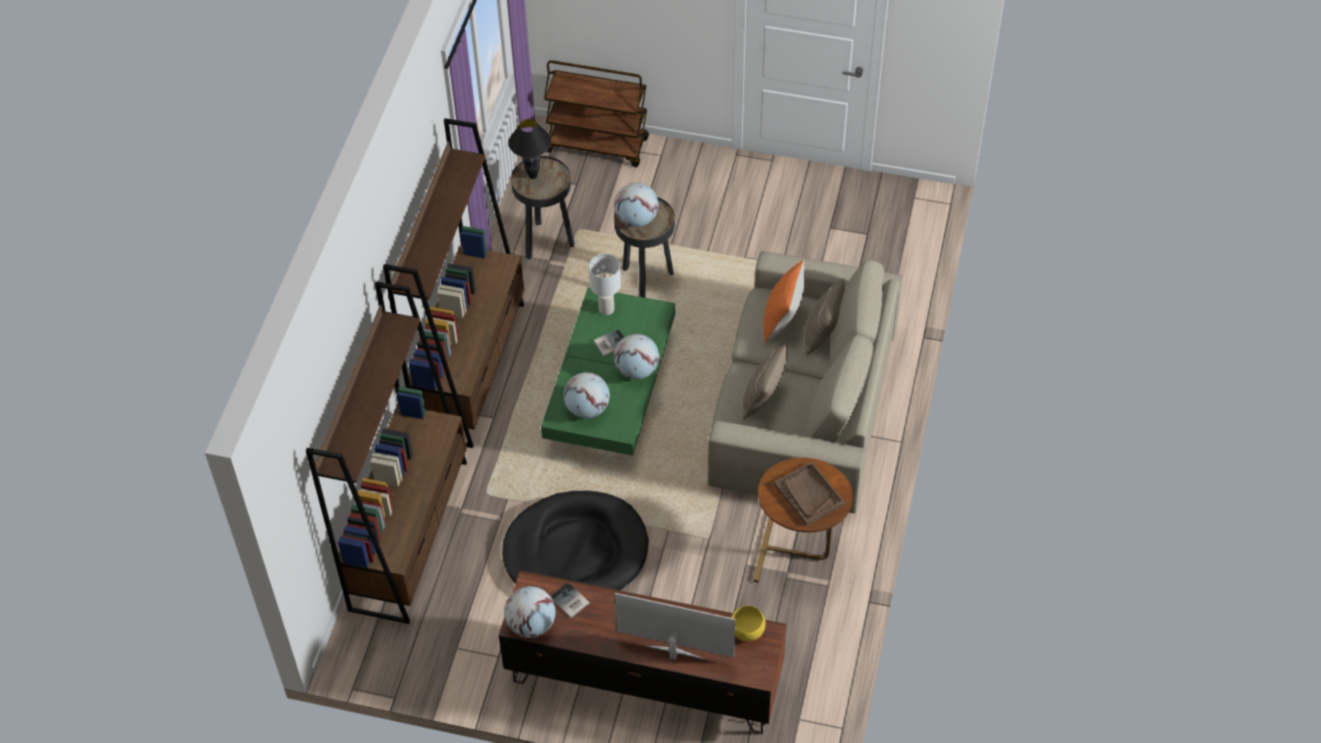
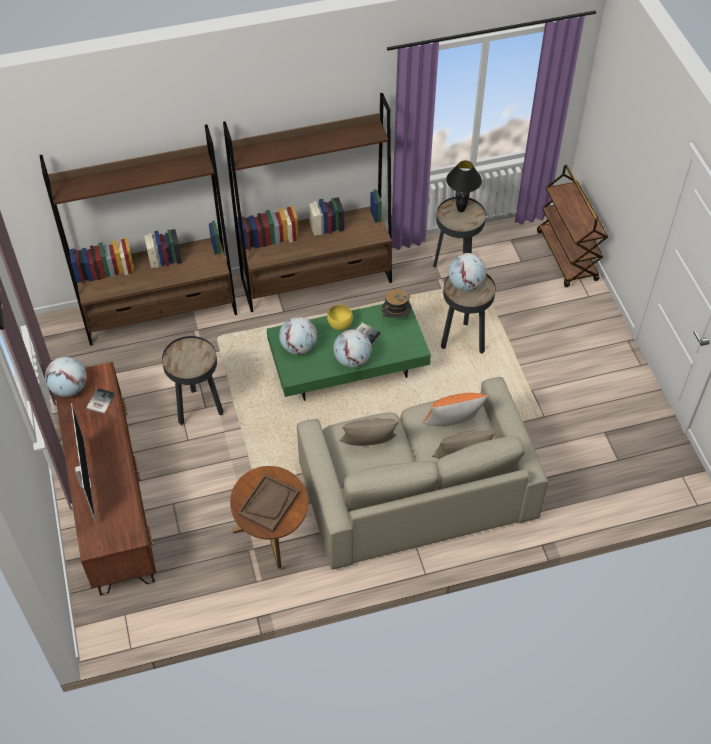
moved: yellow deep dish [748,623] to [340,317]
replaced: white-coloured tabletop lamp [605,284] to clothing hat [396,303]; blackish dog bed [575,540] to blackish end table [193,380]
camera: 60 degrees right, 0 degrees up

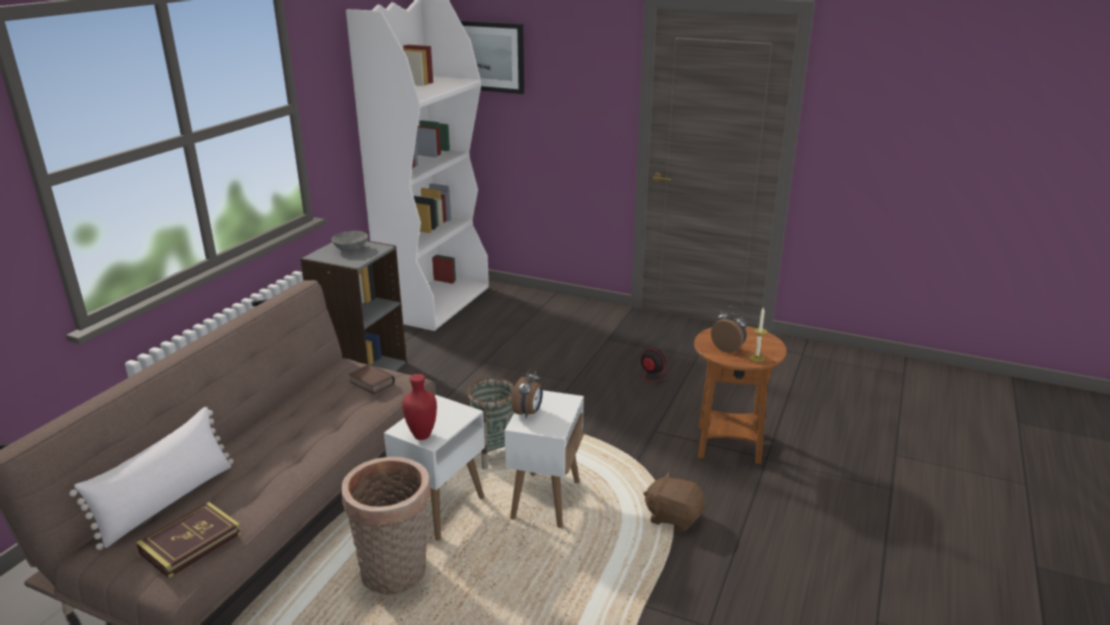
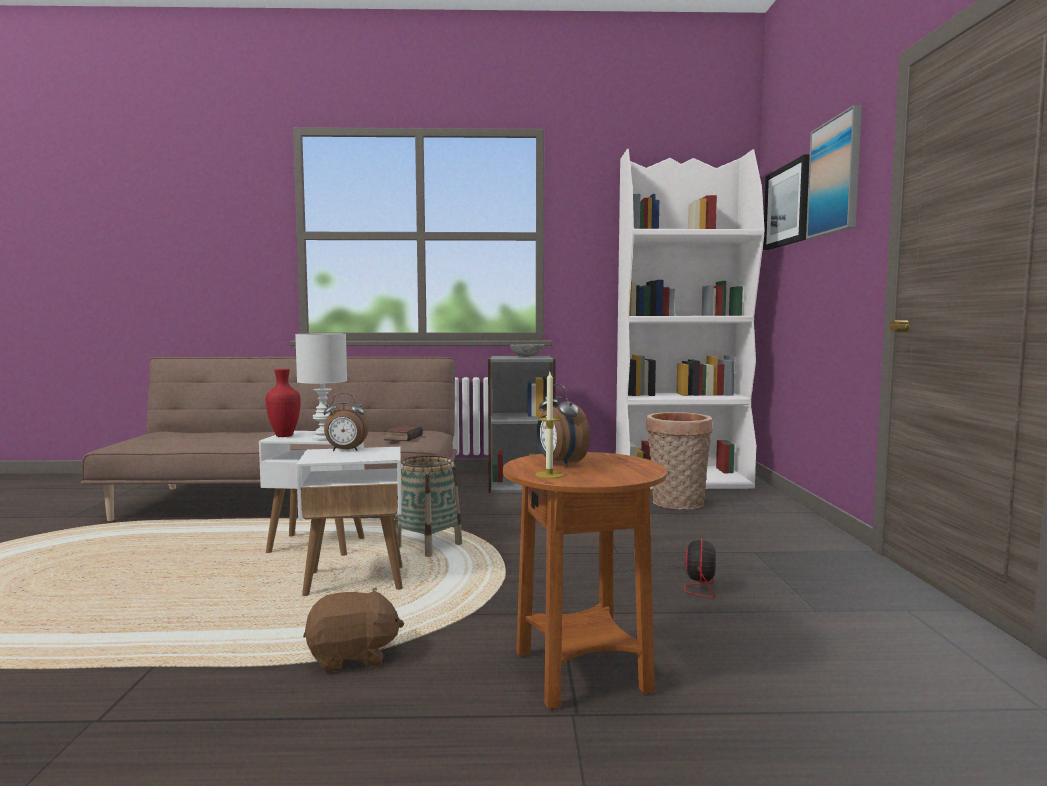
removed: white-coloured pillow [151,478]; book [189,540]
added: wall art [834,172]; white-coloured tabletop lamp [321,387]
moved: household basket [386,526] to [679,461]
turned: table clock [729,329] = [563,425] 135 degrees clockwise; brownish soft toy [674,502] = [353,630] 75 degrees clockwise
camera: 65 degrees right, 20 degrees down

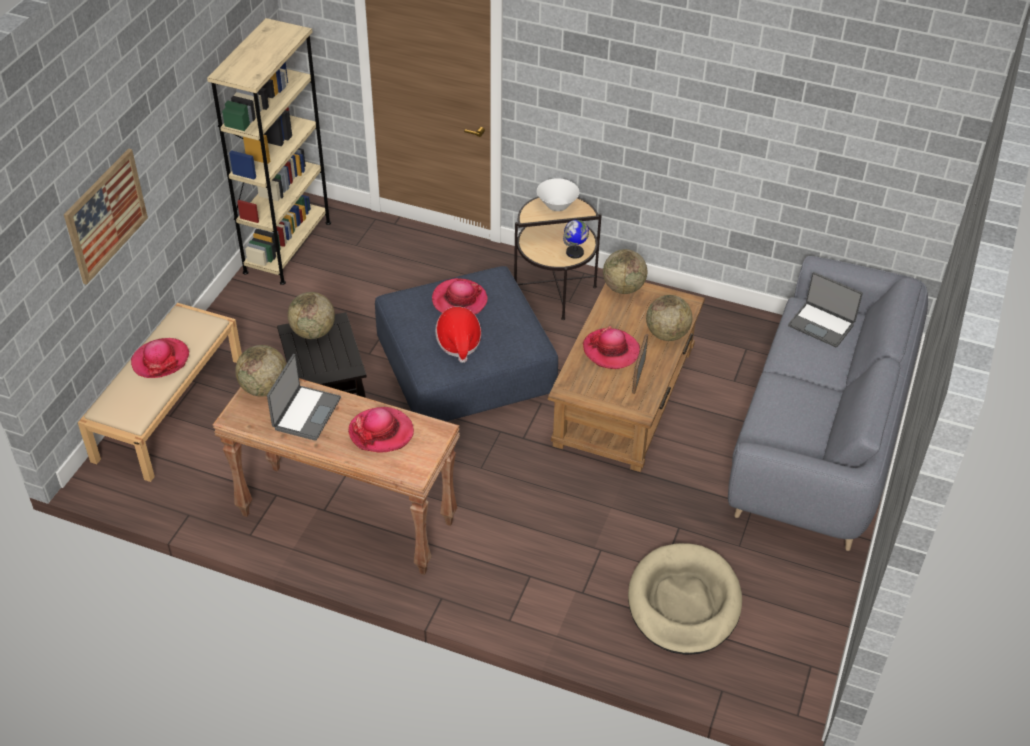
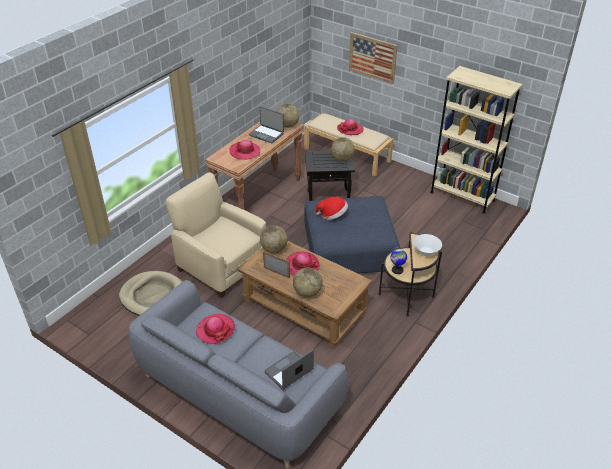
added: sand-coloured armchair [215,235]
moved: world globe [625,271] to [274,239]; clothing hat [460,296] to [215,329]
camera: 105 degrees right, 5 degrees down

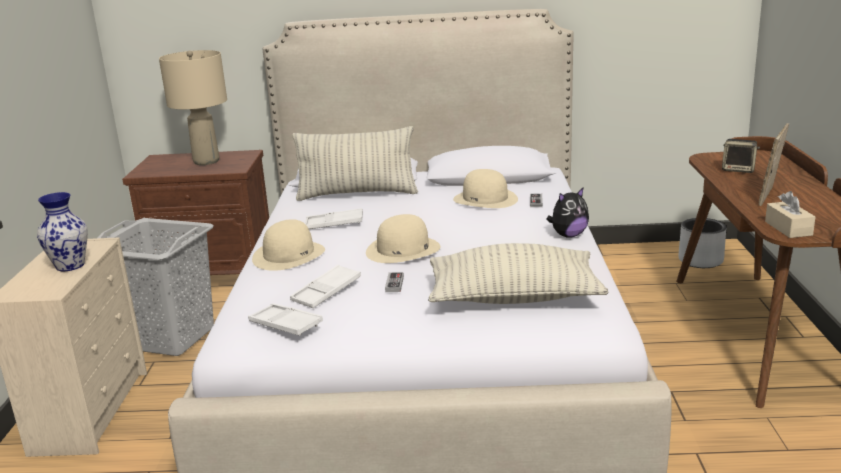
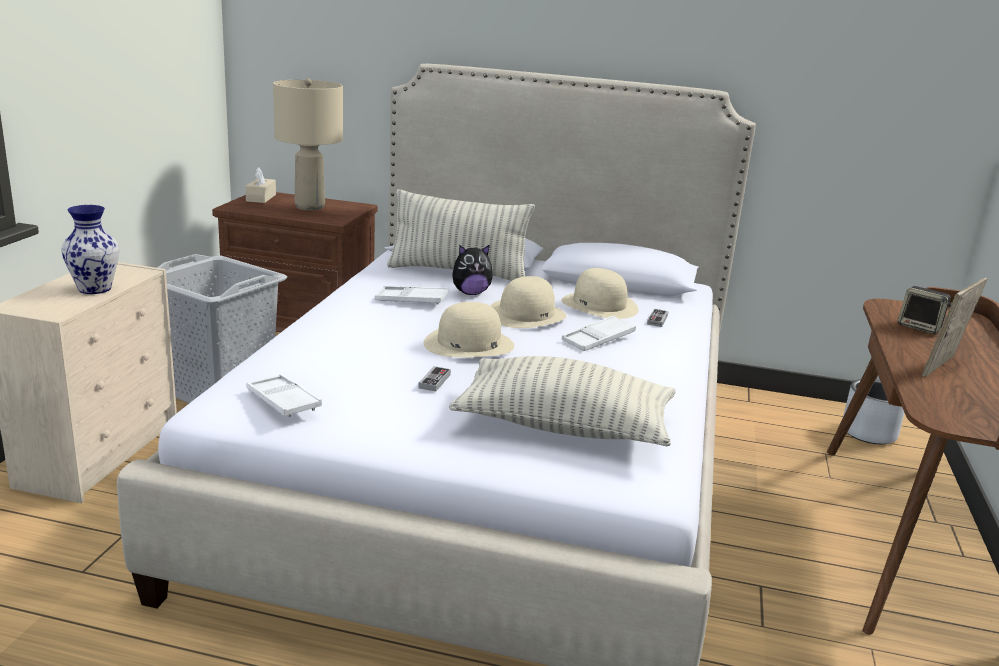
moved: soft toy [567,213] to [472,269]; sand-coloured tissue holder [790,214] to [260,185]; sand-coloured clothing hat [288,245] to [528,302]; white-coloured serving tray [325,286] to [599,333]
camera: 10 degrees right, 0 degrees up

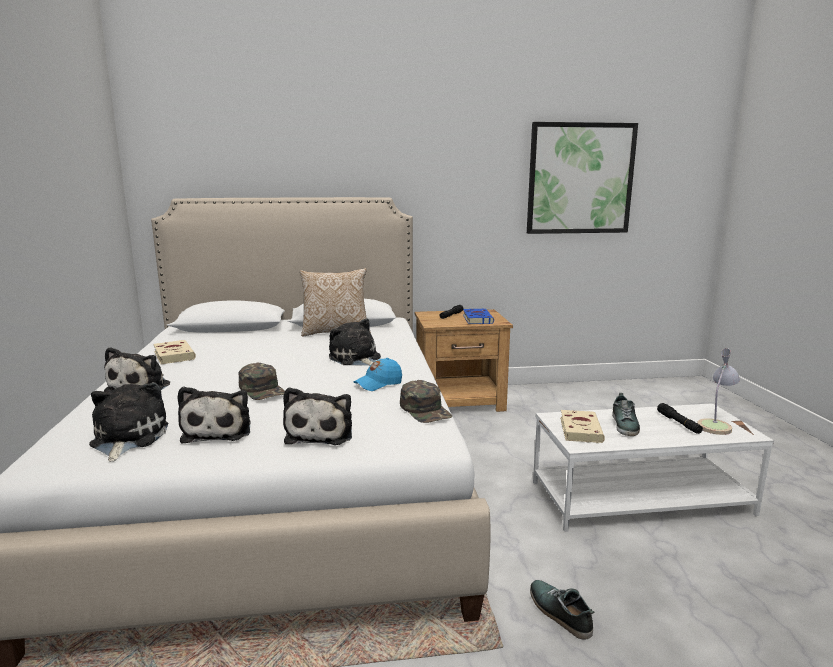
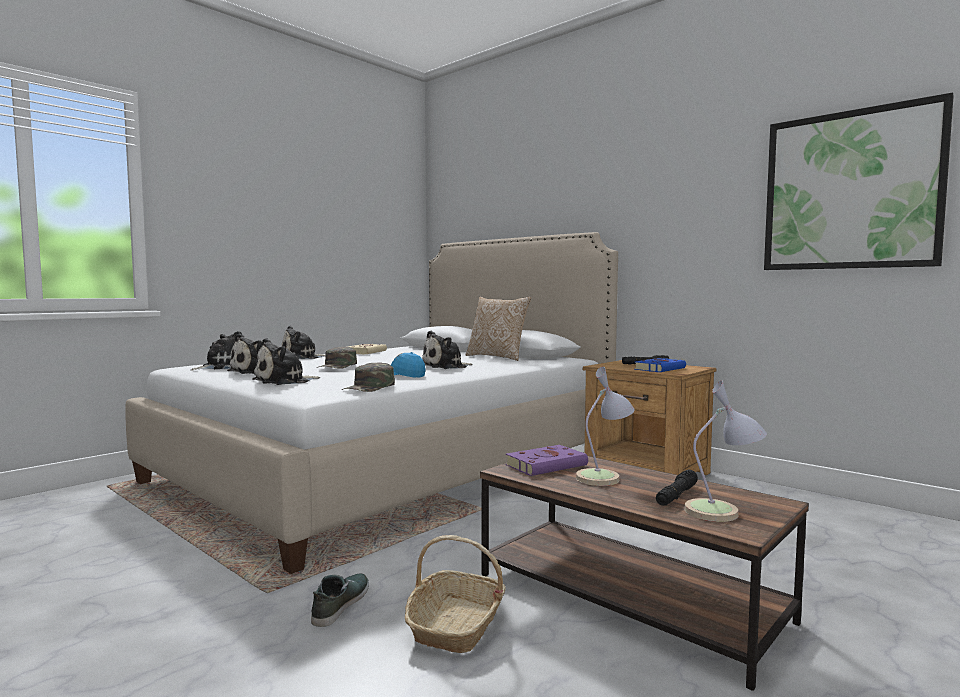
added: household basket [455,594]
replaced: shoe [626,414] to tabletop lamp [605,426]
recoloured: white-coloured lounge table [653,467] to brownish lounge table [644,573]; sand-coloured book [582,426] to purple book [547,460]
turned: soft toy [355,342] = [447,350] 135 degrees counterclockwise
camera: 50 degrees right, 10 degrees down

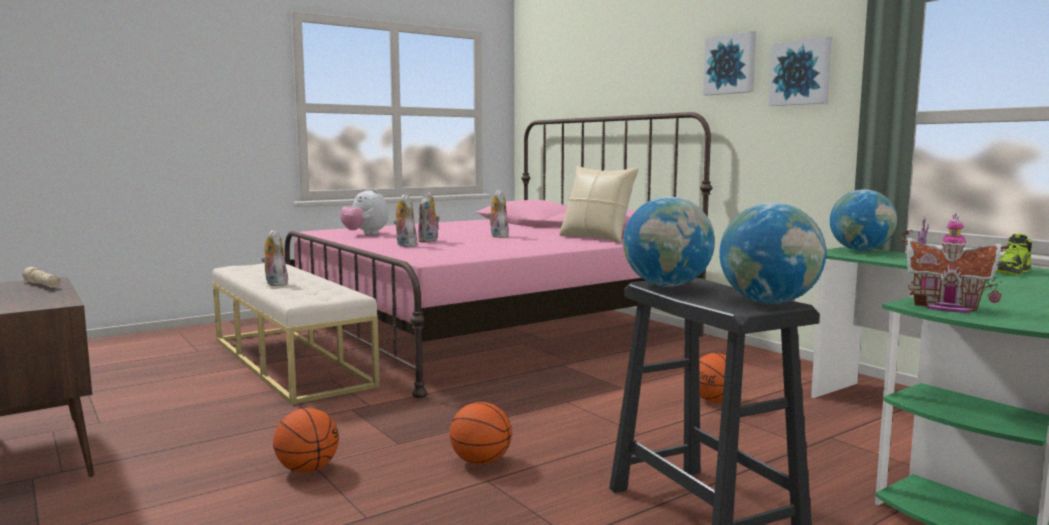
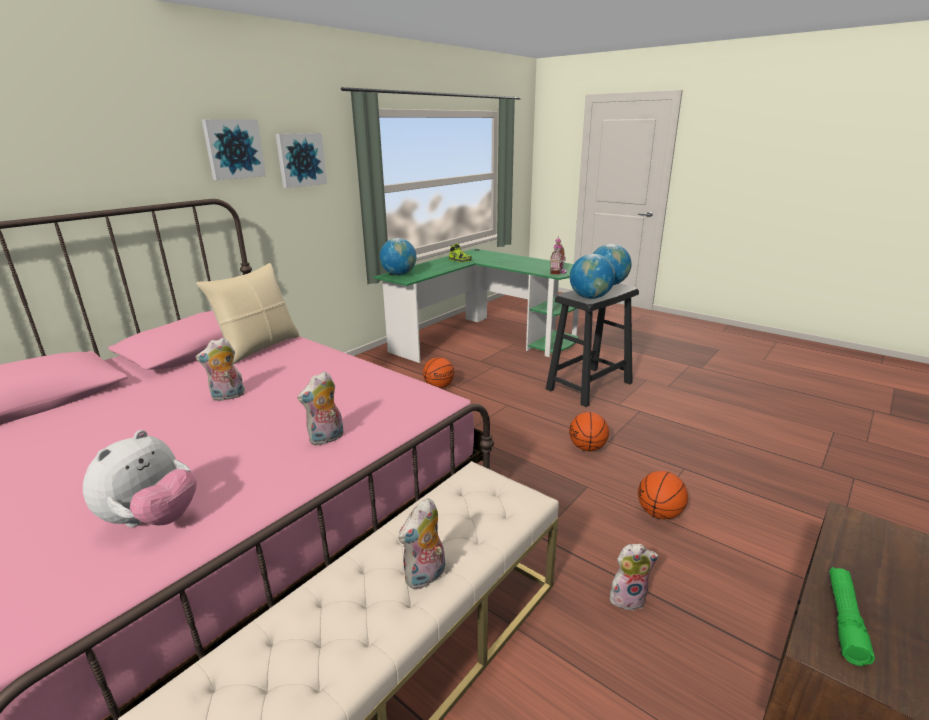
moved: soft toy [429,217] to [634,577]
recoloured: sand-coloured hand torch [41,277] to green-coloured hand torch [852,616]
camera: 105 degrees left, 15 degrees up

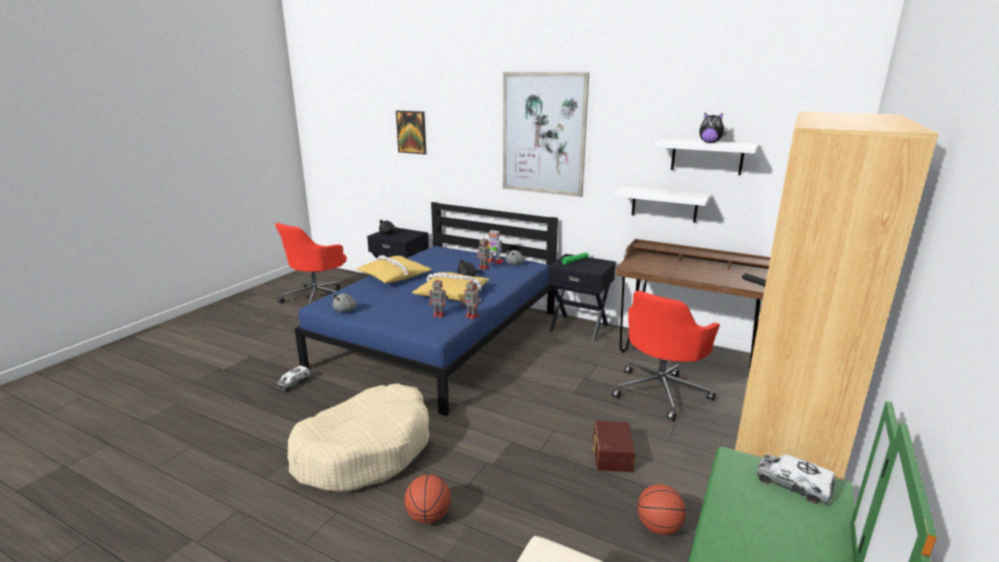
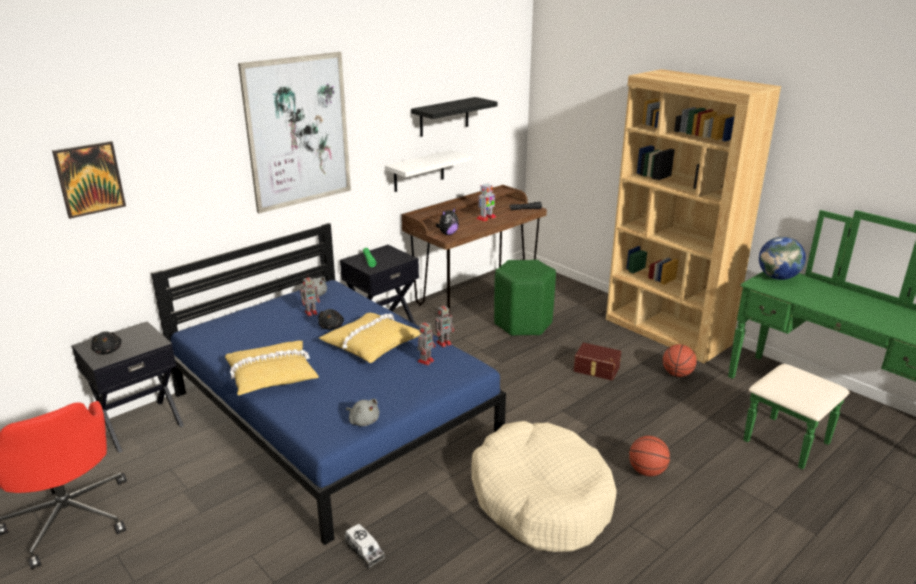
moved: soft toy [713,128] to [447,221]; model robot [495,246] to [486,202]
replaced: red-coloured computer chair [666,356] to green-coloured stool seat [525,298]; toy truck [796,479] to world globe [782,258]
recoloured: white-coloured shelf [706,157] to blackish shelf [454,117]
camera: 70 degrees left, 5 degrees up

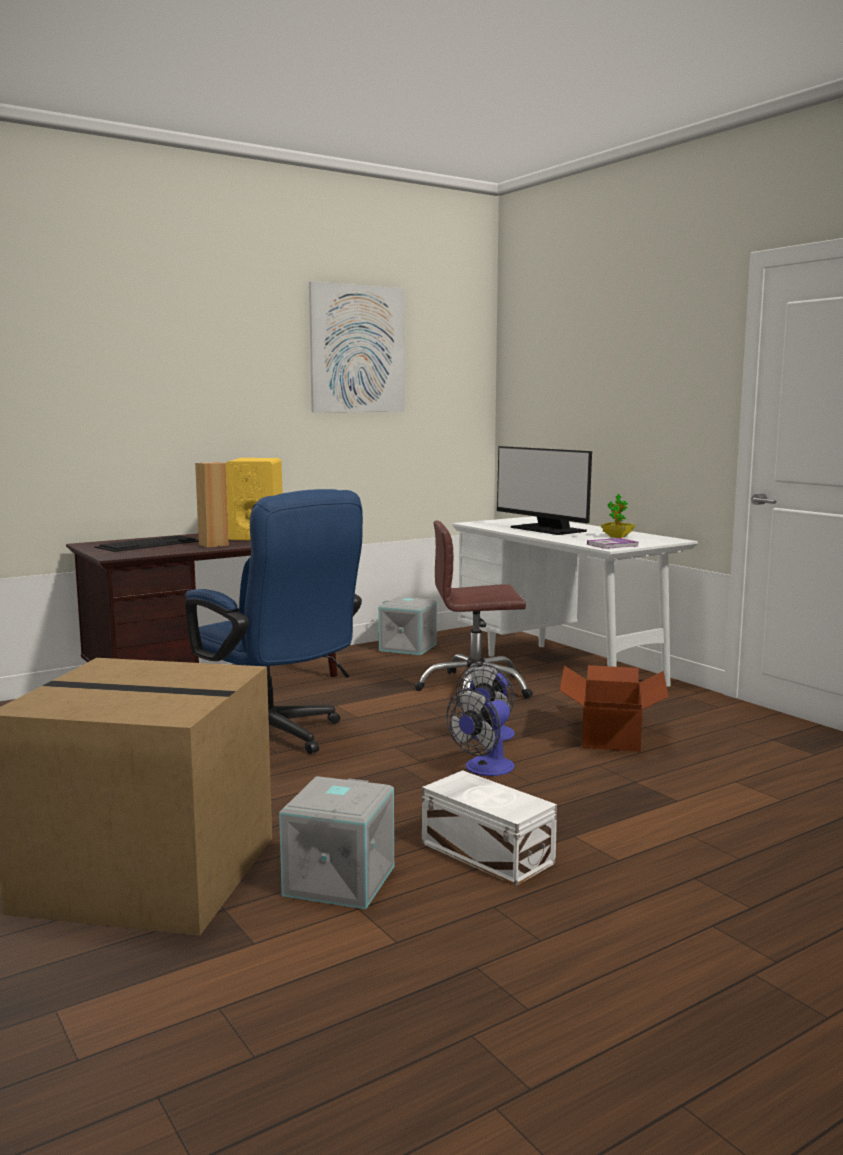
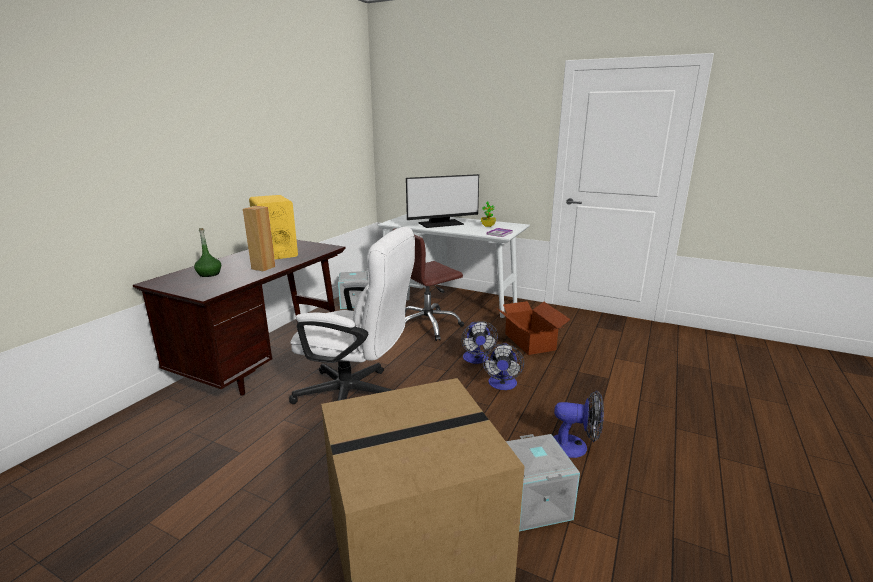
removed: wall art [356,346]
replaced: computer keyboard [146,544] to green-coloured drink bottle [207,252]; white-coloured storage box [489,828] to electric fan [578,424]
recoloured: blue-coloured computer chair [274,621] to white-coloured computer chair [352,315]
turned: computer display [544,490] = [442,201] 45 degrees counterclockwise
camera: 30 degrees left, 10 degrees up

